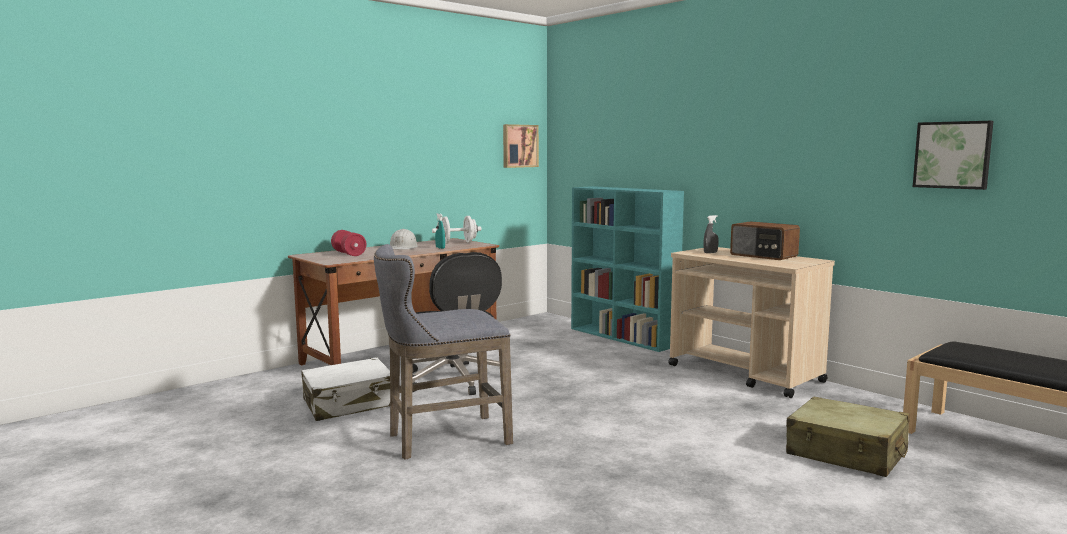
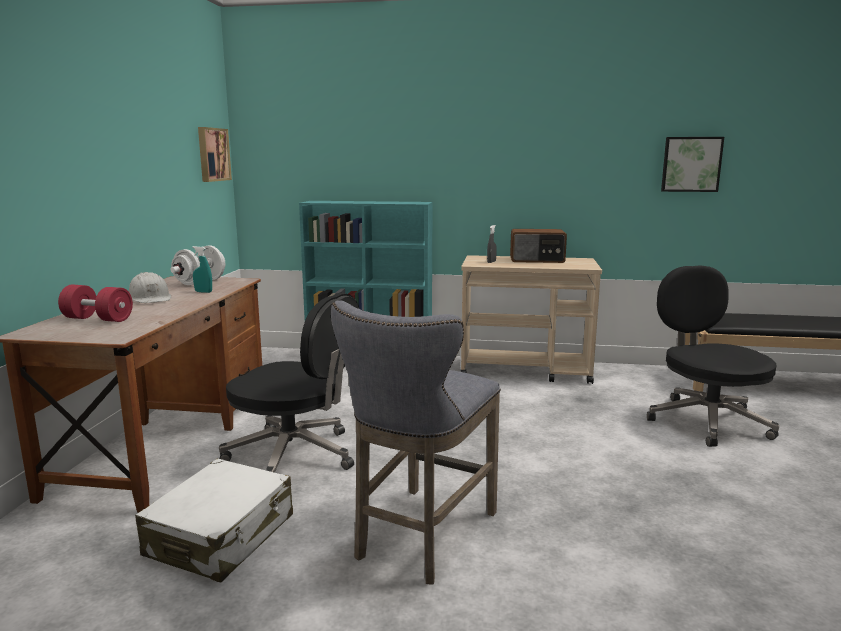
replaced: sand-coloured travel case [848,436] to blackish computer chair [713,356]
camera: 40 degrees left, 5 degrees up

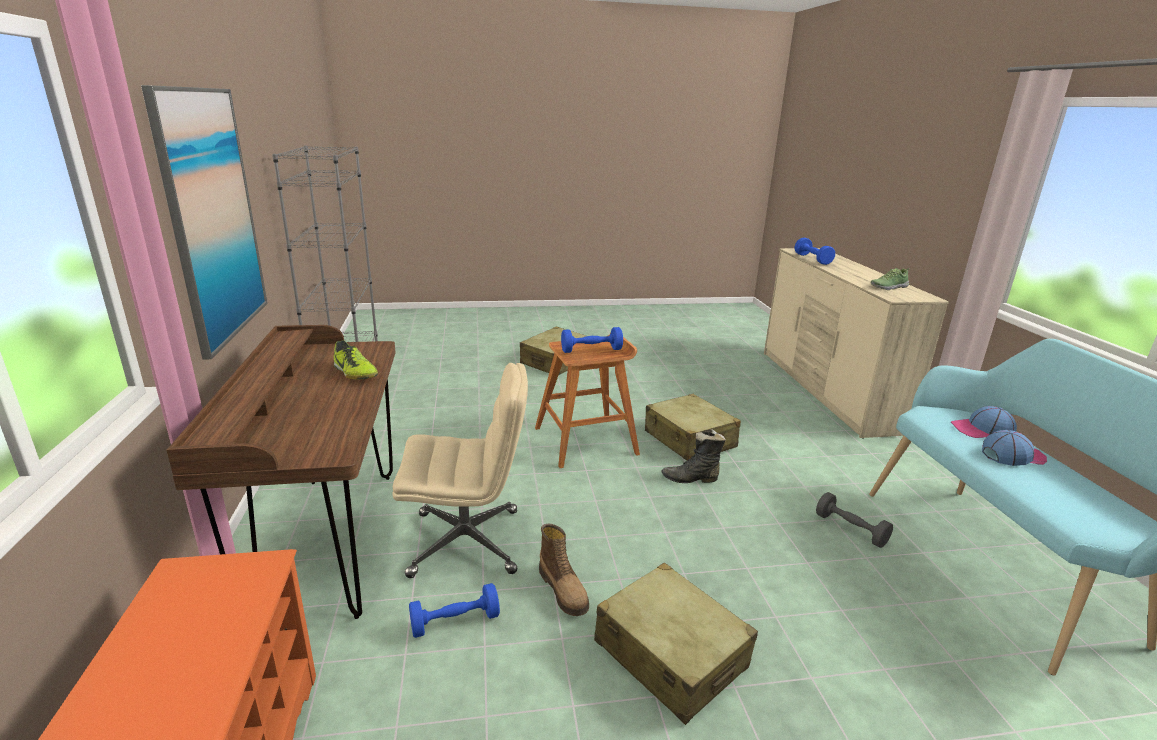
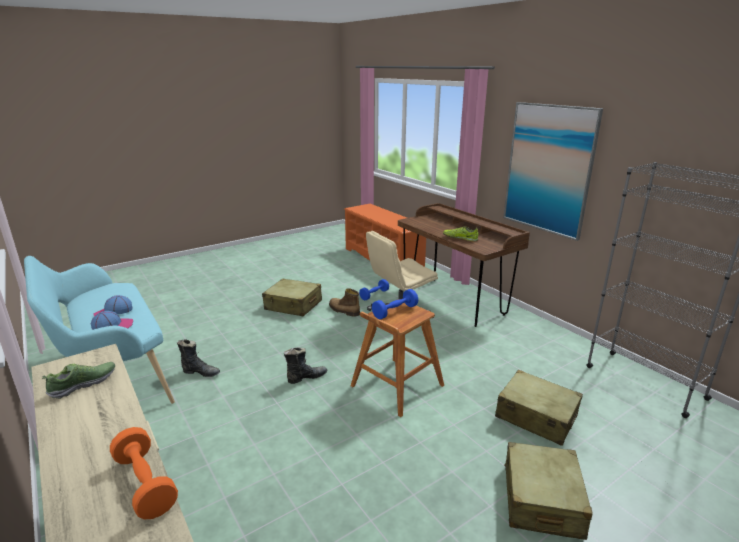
moved: sand-coloured travel case [693,427] to [539,408]
replaced: gray dumbbell [854,520] to blackish tall boot [198,358]
recoloured: blue-coloured dumbbell [815,251] to orangey dumbbell [144,473]
camera: 155 degrees right, 0 degrees up

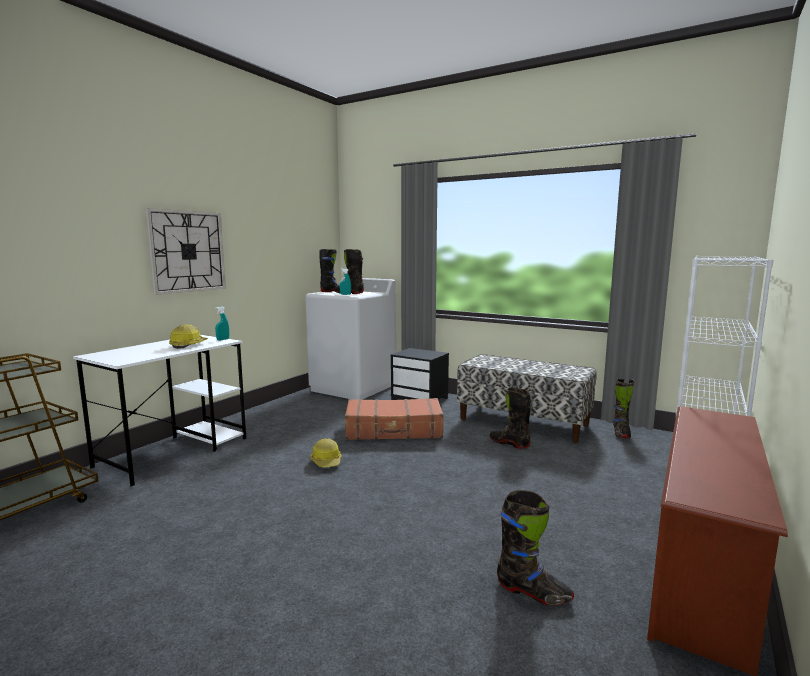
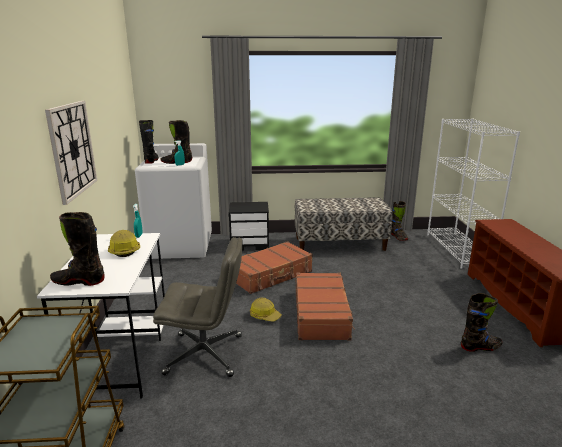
added: gray computer chair [198,307]; brownish travel case [325,306]
moved: blackish tall boot [511,418] to [77,249]
camera: 35 degrees left, 10 degrees up

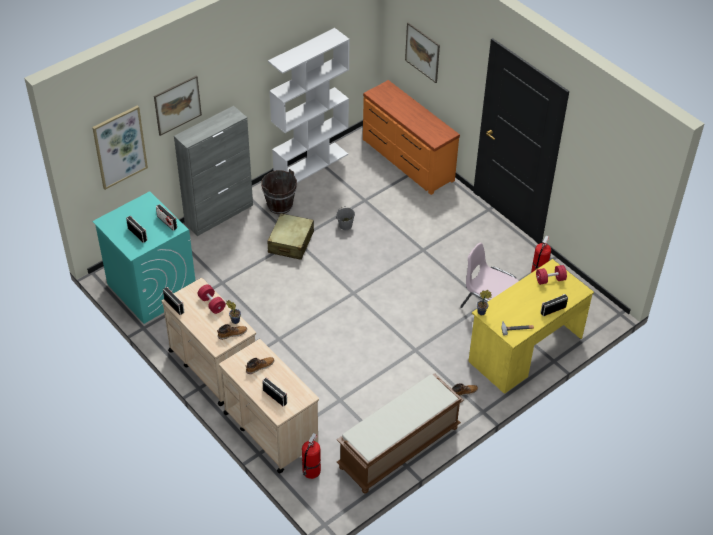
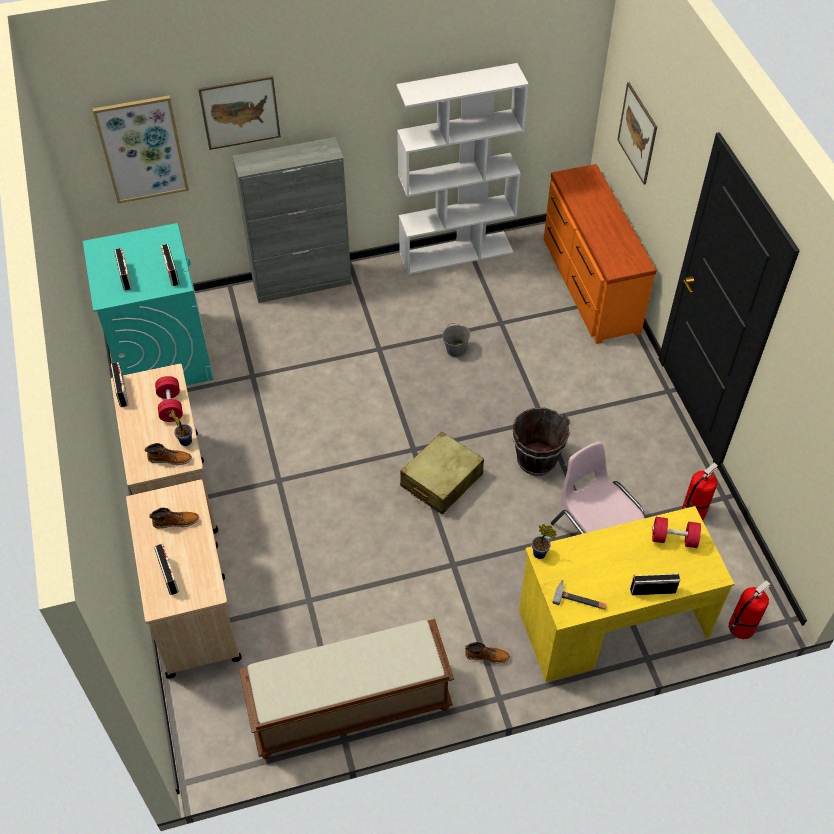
moved: brownish water bucket [279,191] to [541,442]; sand-coloured travel case [290,236] to [442,473]; extinguisher [311,456] to [749,609]
camera: 25 degrees right, 5 degrees up

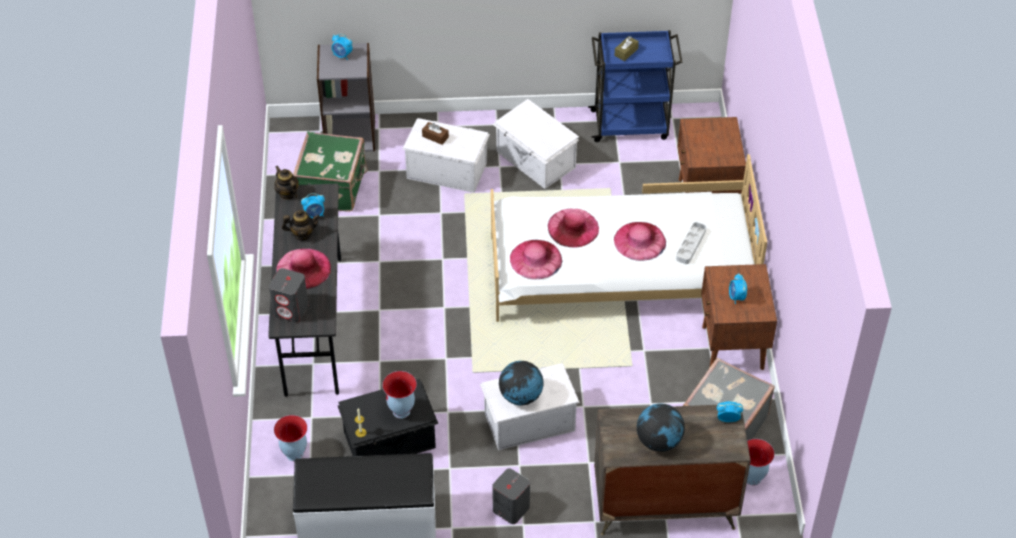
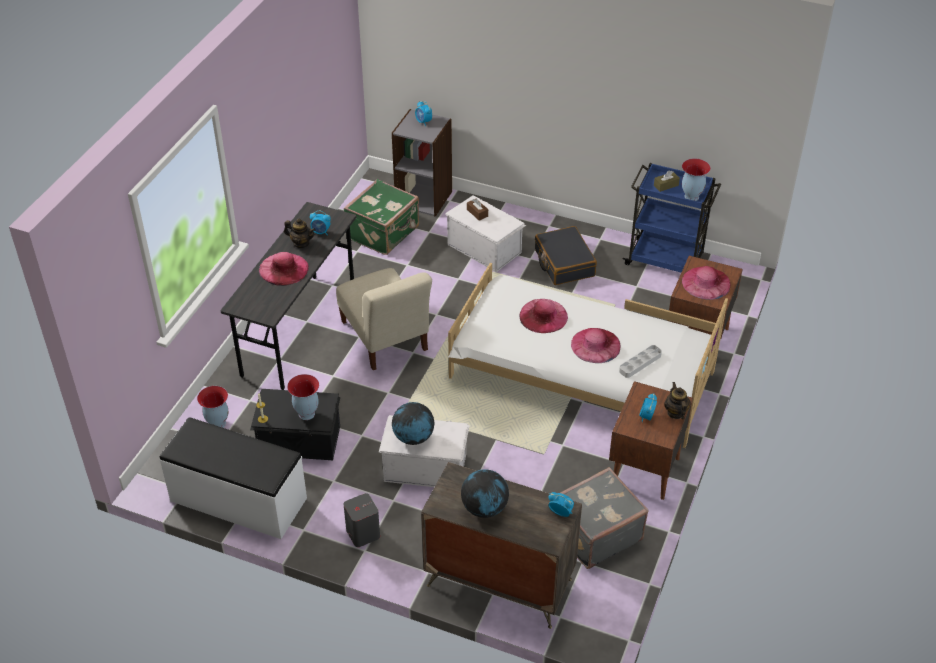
removed: gray loudspeaker [288,295]
added: sand-coloured upright chair [384,319]
moved: tea pot [286,182] to [677,400]; pinkish clothing hat [536,259] to [706,283]; decorative vase [761,462] to [696,179]
replaced: white-coloured storage box [535,144] to blackish travel case [566,255]
camera: 25 degrees right, 5 degrees down

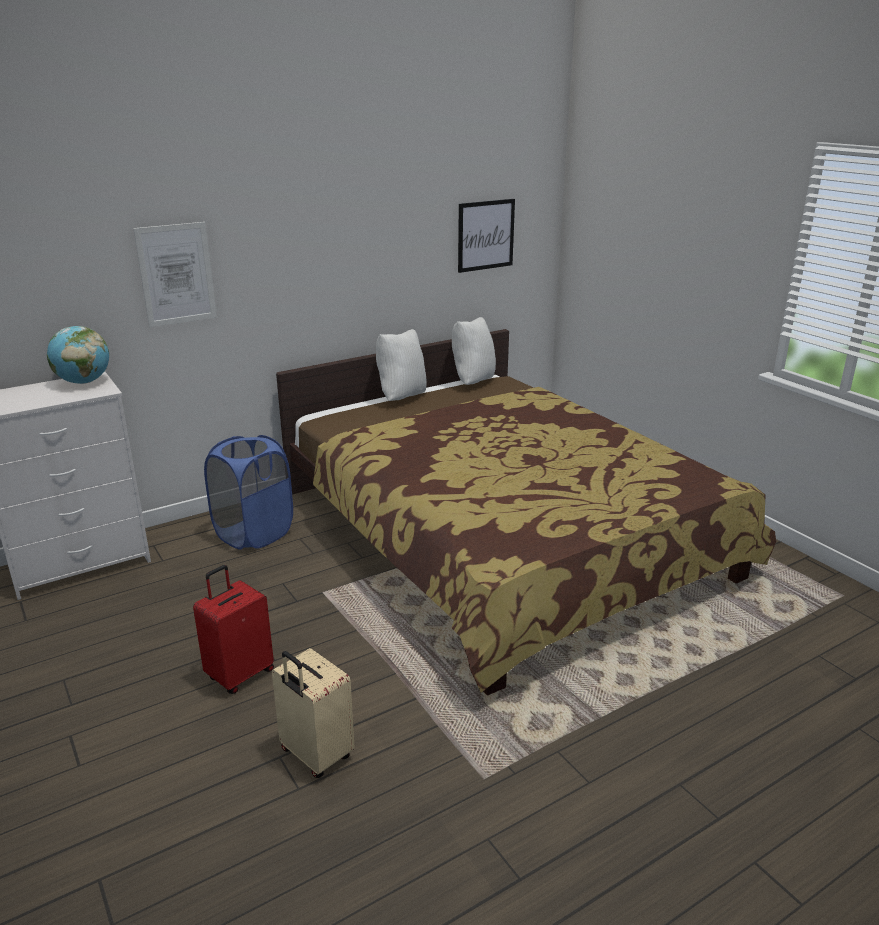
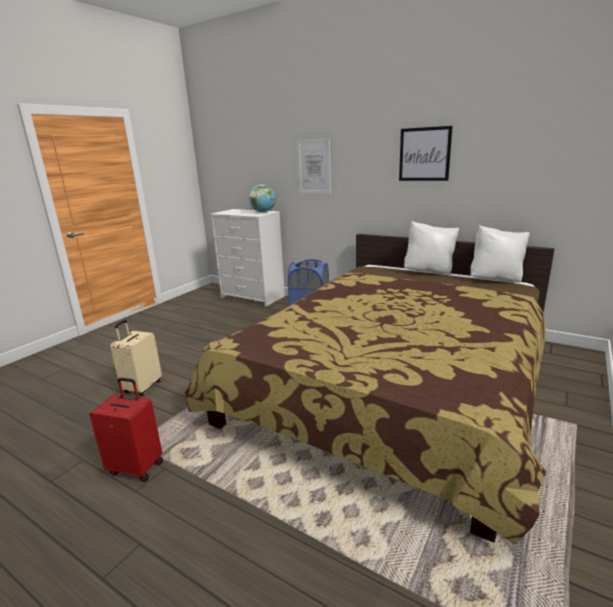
moved: wall art [486,236] to [426,153]; red-coloured travel case [233,629] to [126,429]
camera: 65 degrees right, 5 degrees down

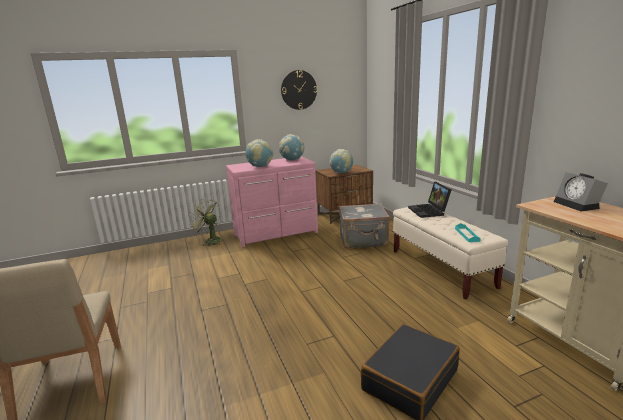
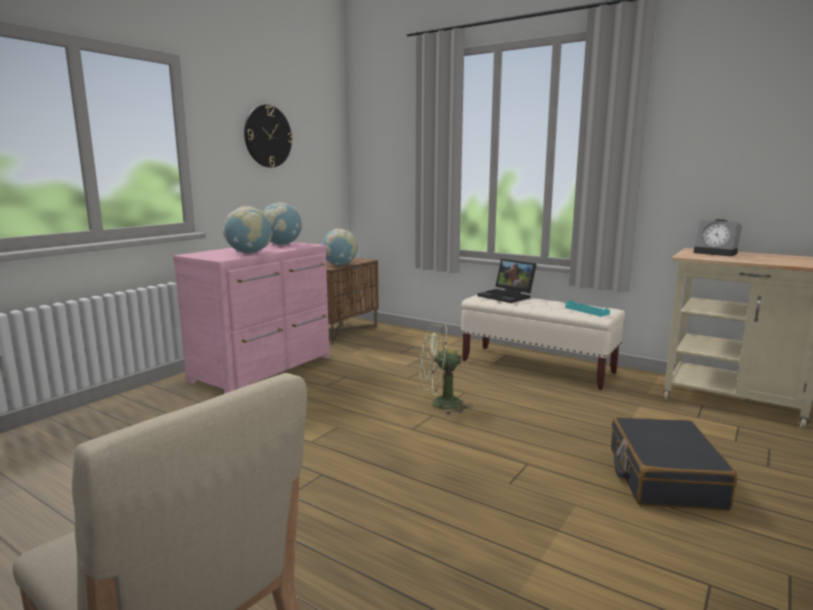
removed: gray travel case [364,225]
moved: green-coloured electric fan [205,222] to [446,369]
camera: 35 degrees left, 5 degrees down

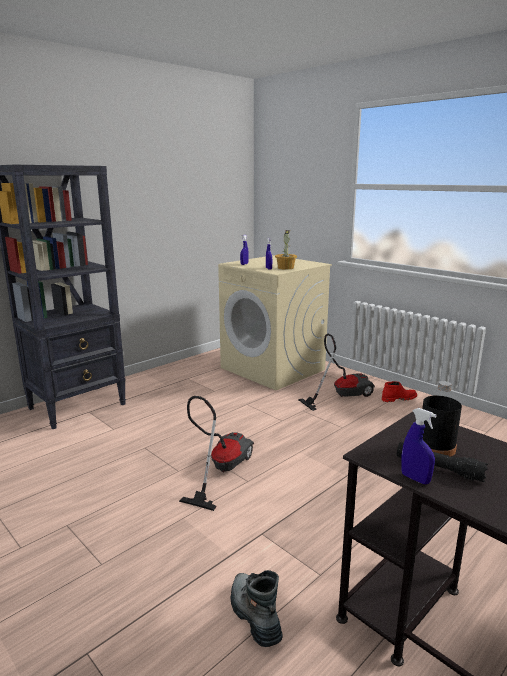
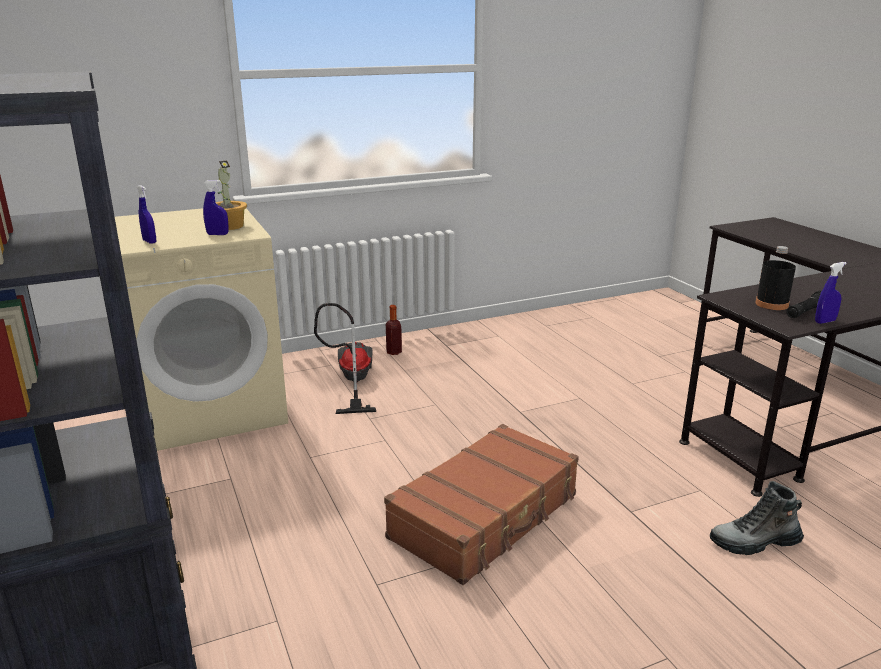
replaced: red-coloured tall boot [399,391] to drink bottle [394,330]; vacuum [216,453] to brownish travel case [481,504]
camera: 70 degrees left, 5 degrees up

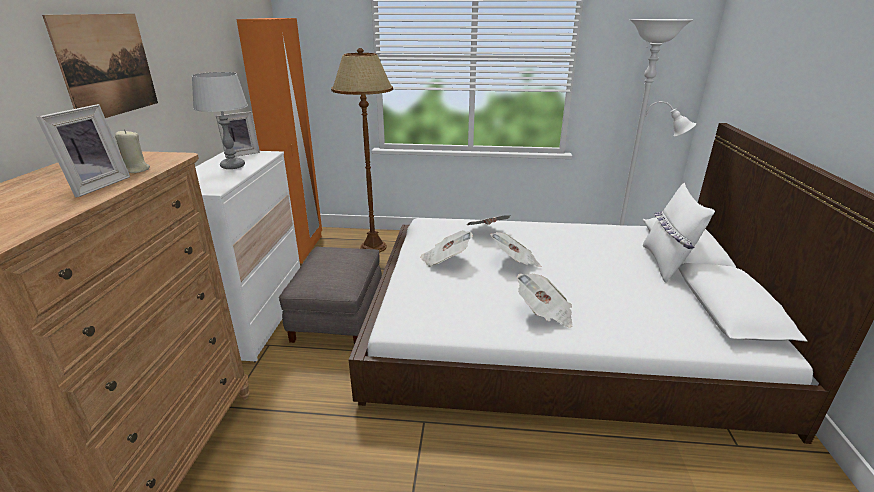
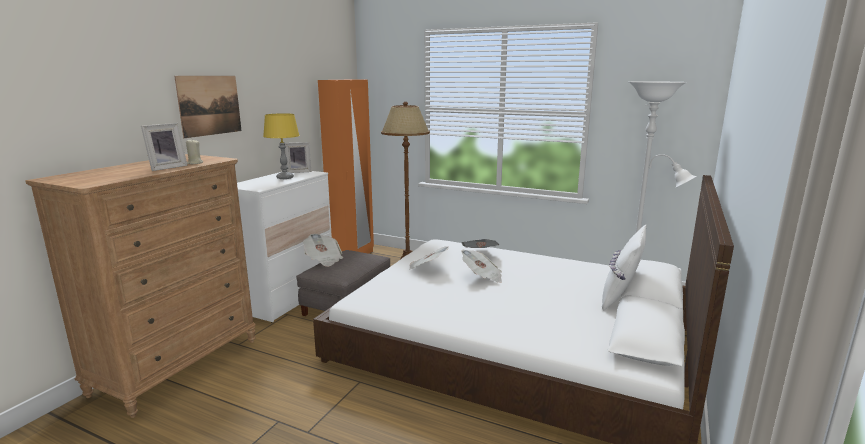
moved: newspaper [544,301] to [323,250]
recoloured: gray tabletop lamp [220,120] to yellow tabletop lamp [281,146]
camera: 20 degrees right, 10 degrees down

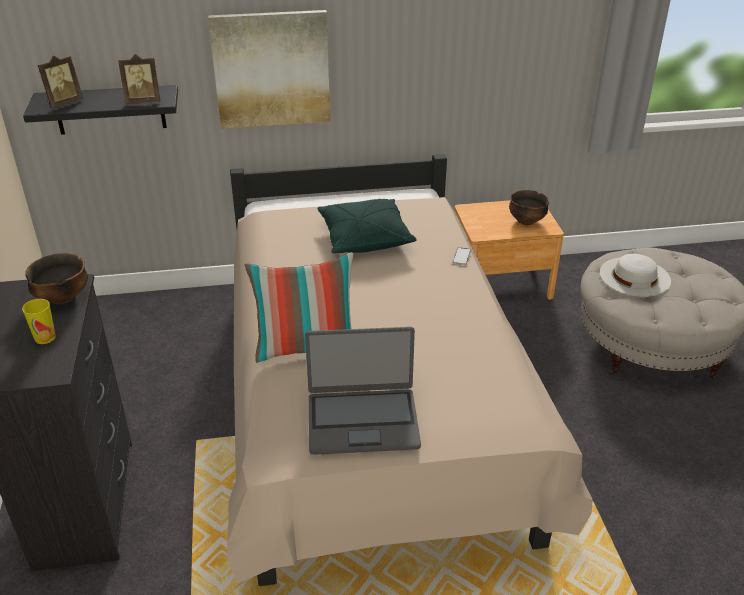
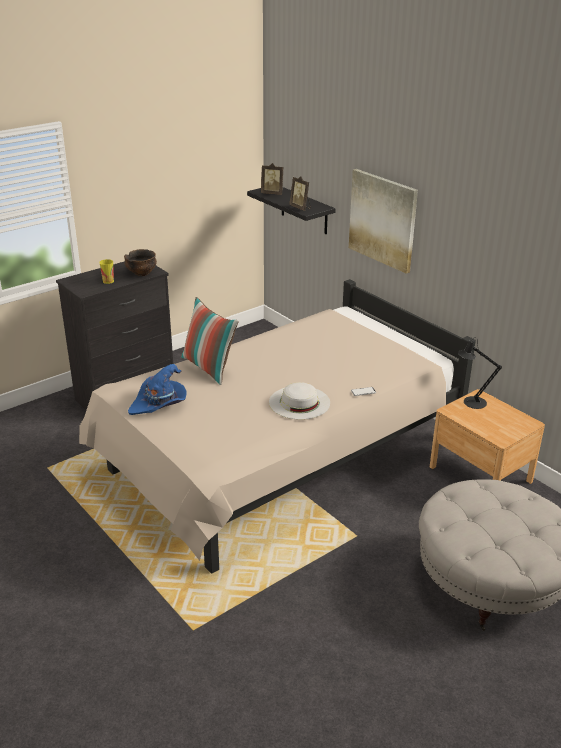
removed: deep dish [529,207]; green-coloured pillow [367,226]
added: blackish tabletop lamp [480,373]
moved: white-coloured clothing hat [635,275] to [299,401]
replaced: portable computer [363,391] to blue-coloured clothing hat [157,389]
camera: 60 degrees right, 5 degrees down

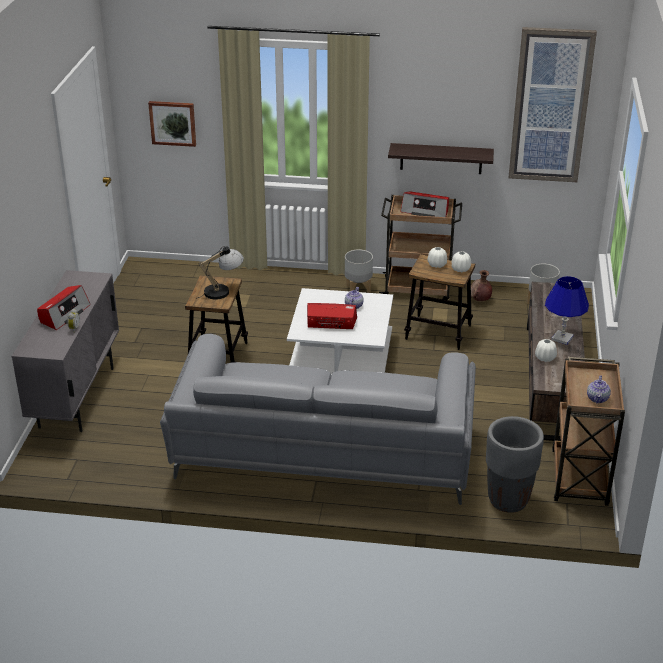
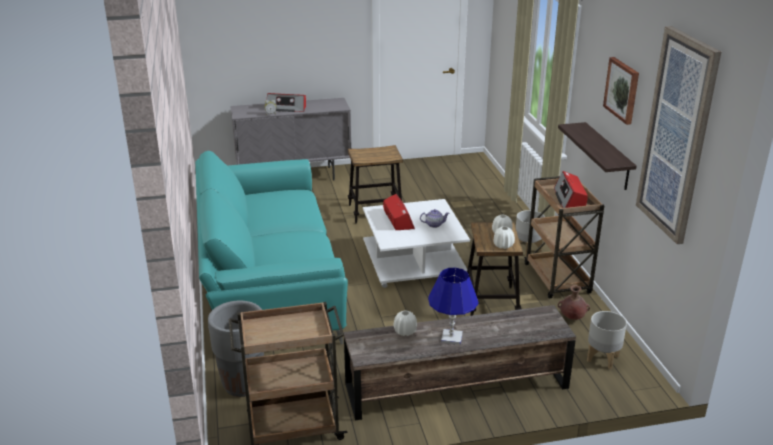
removed: tabletop lamp [220,273]; tea pot [599,389]
moved: wall art [172,124] to [621,91]
recoloured: gray settee [318,419] to turquoise settee [271,247]
camera: 70 degrees right, 5 degrees down

